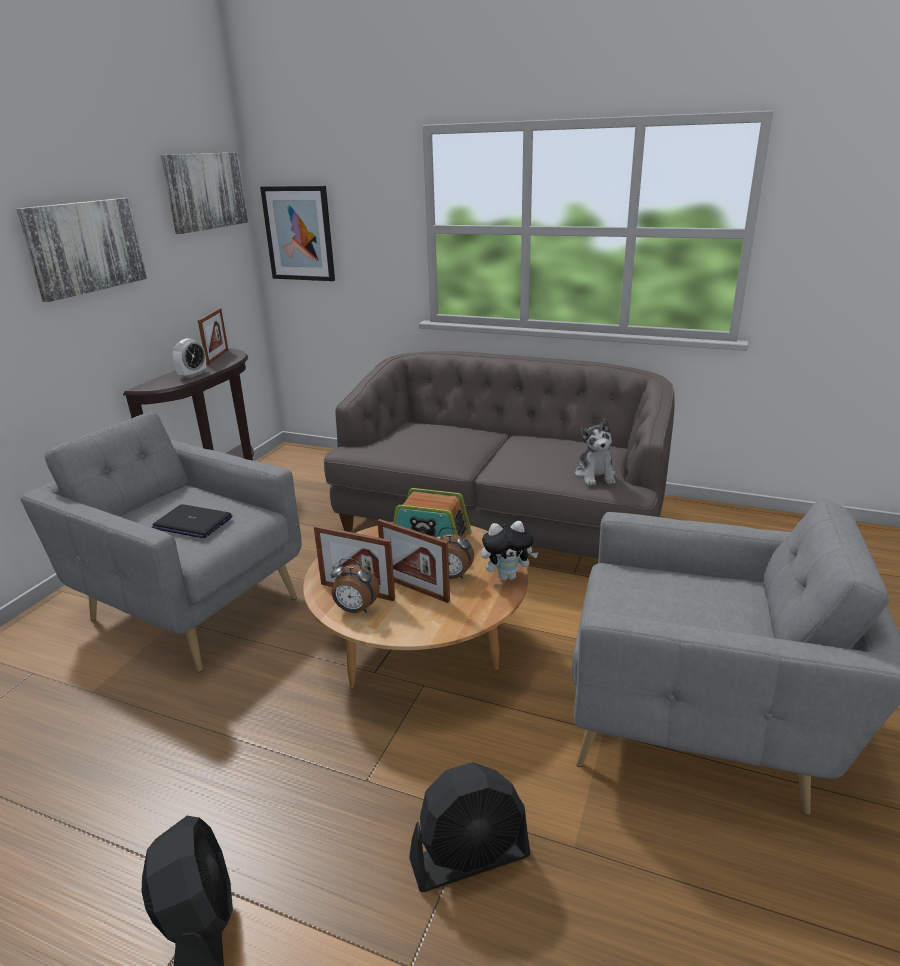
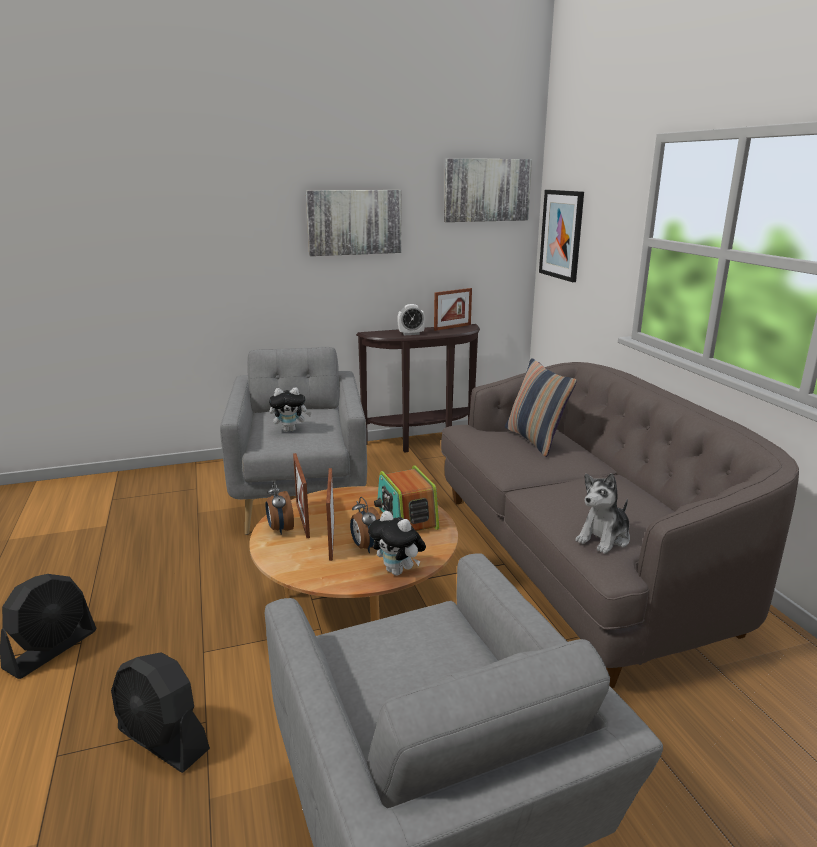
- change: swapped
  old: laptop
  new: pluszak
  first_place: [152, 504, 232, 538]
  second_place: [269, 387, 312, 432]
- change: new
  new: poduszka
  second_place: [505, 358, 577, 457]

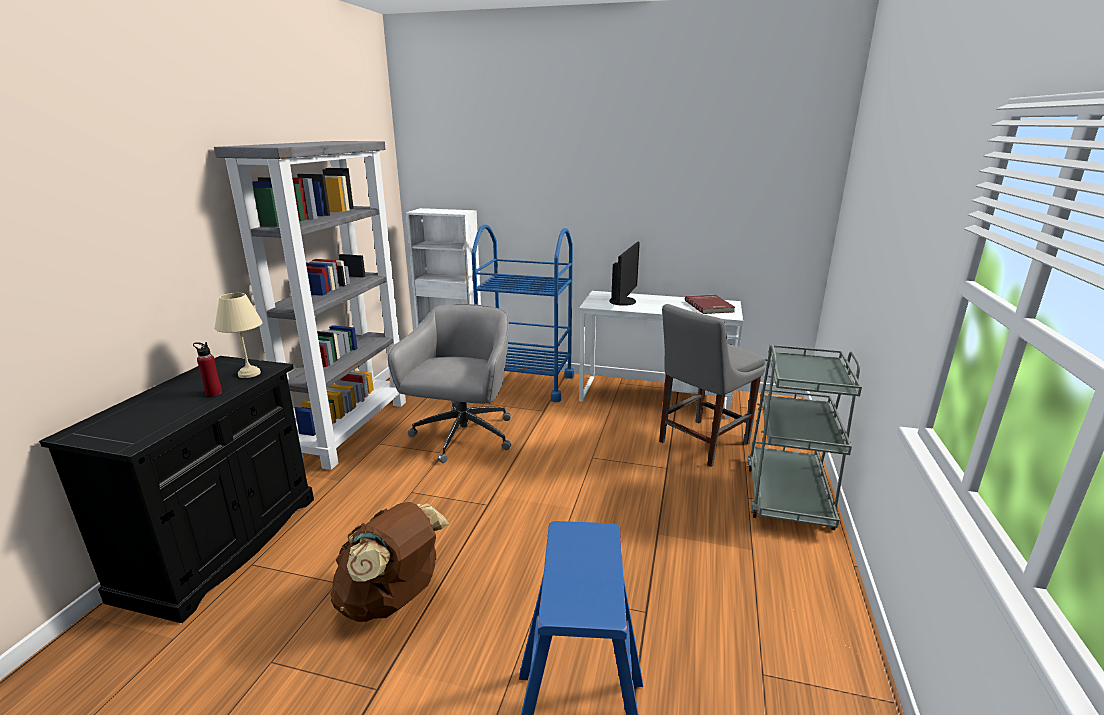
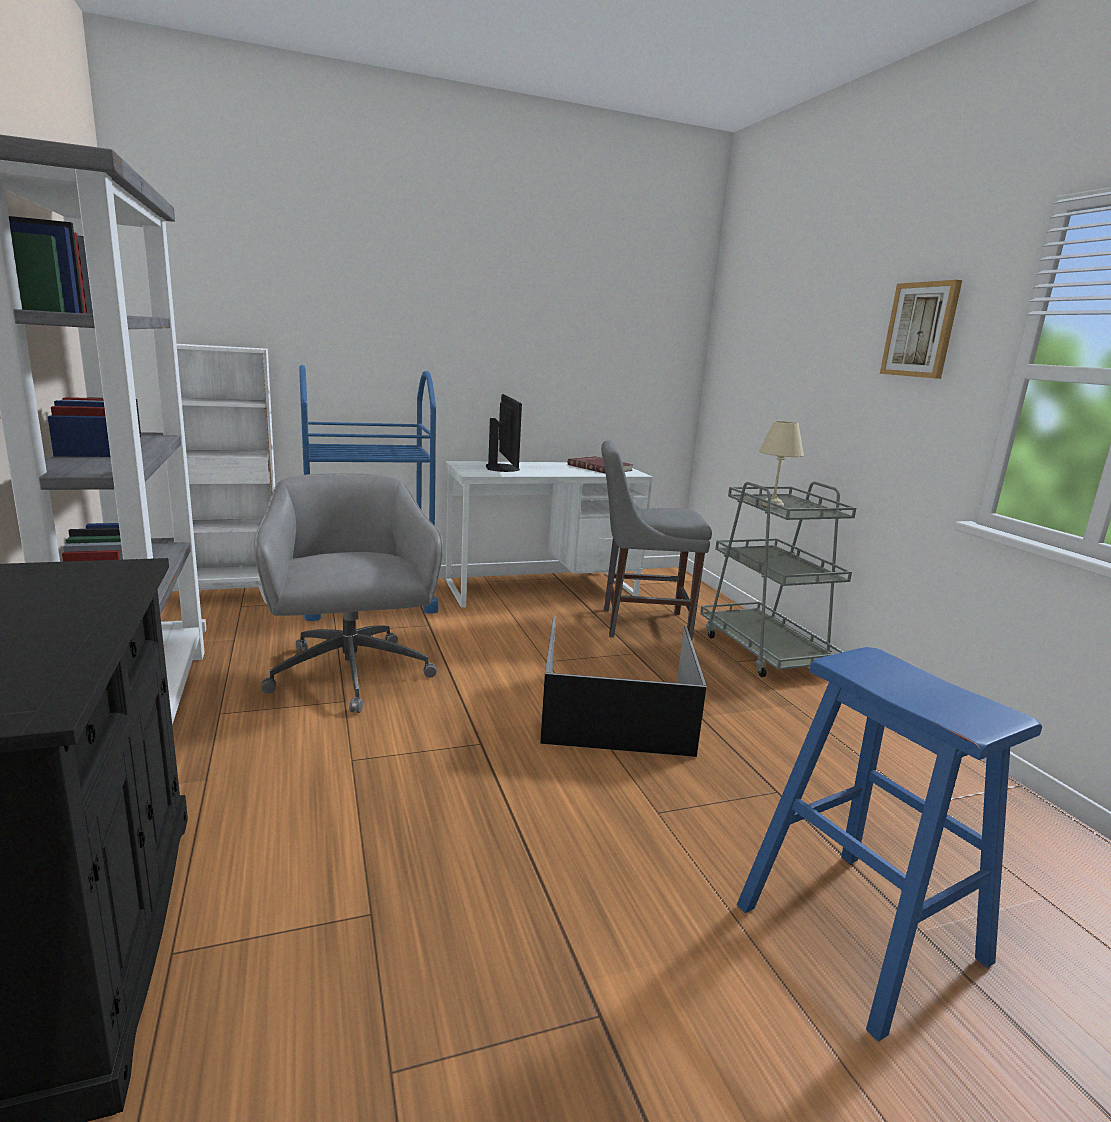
- change: shifted
  old: lampa stołowa/beżowy
  first_place: [215, 293, 262, 378]
  second_place: [759, 421, 804, 508]
- change: rotated
  old: krzesło/szary
  first_place: [659, 304, 765, 467]
  second_place: [601, 440, 712, 640]
  degrees: 75
- change: gone
  old: butelka/czerwony
  first_place: [193, 342, 222, 396]
- change: gone
  old: plecak/brązowy
  first_place: [330, 502, 450, 622]
- change: new
  new: obraz
  second_place: [880, 280, 962, 379]
- change: new
  new: pojemnik do przechowywania/czarny
  second_place: [540, 616, 707, 757]

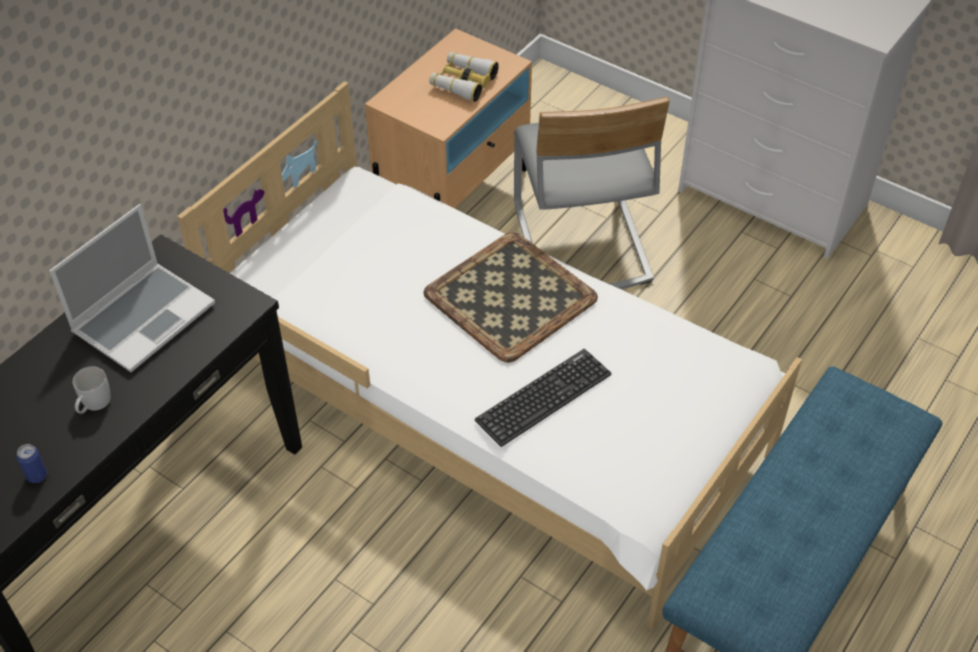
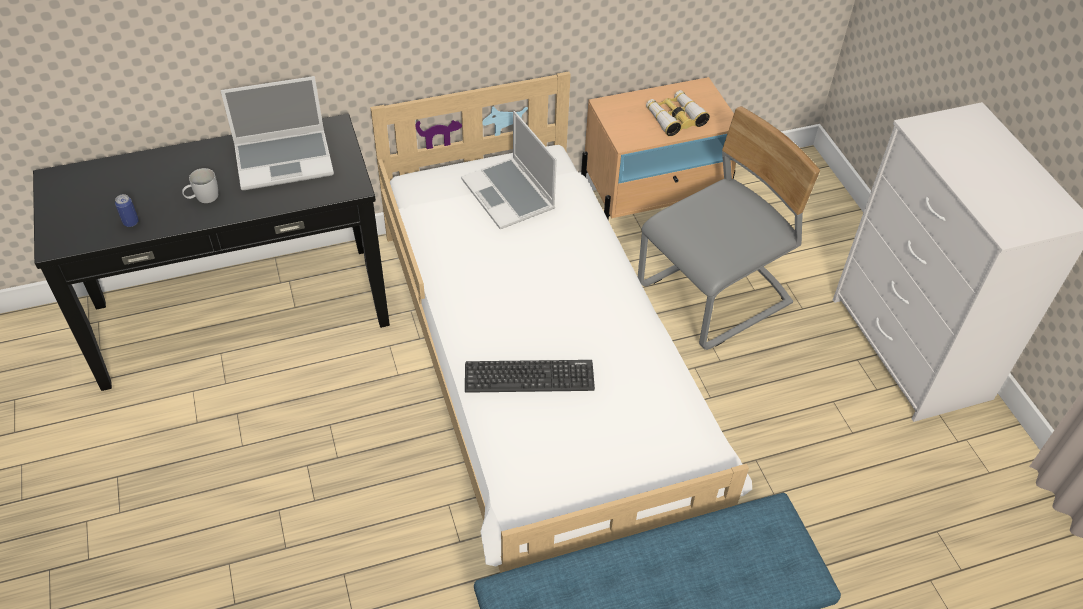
- change: rotated
  old: krzesło/szary
  first_place: [514, 97, 670, 289]
  second_place: [638, 106, 820, 350]
  degrees: -150
- change: gone
  old: taca
  first_place: [423, 232, 598, 363]
- change: new
  new: laptop
  second_place: [461, 111, 557, 229]

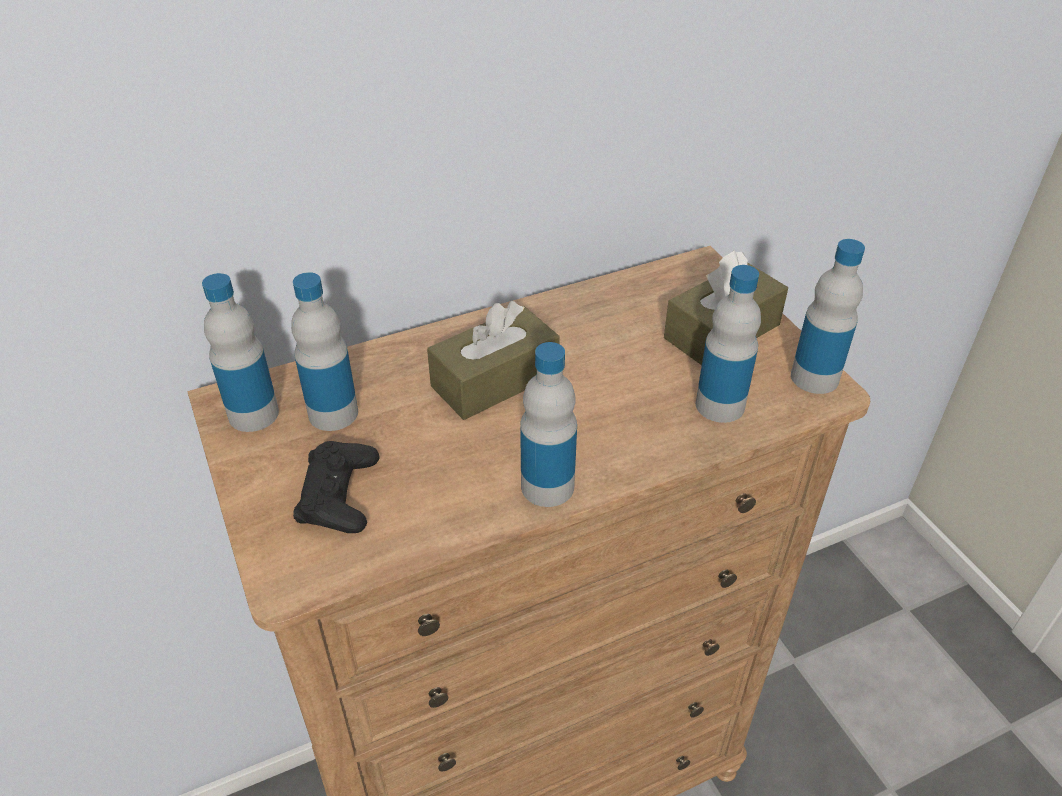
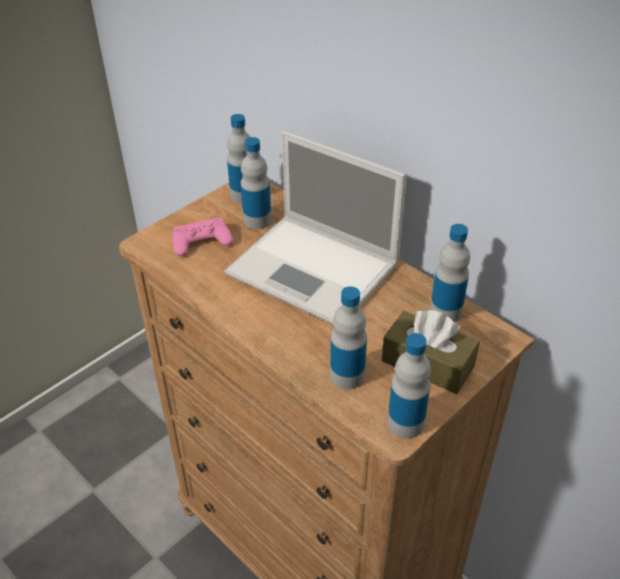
- change: swapped
  old: pudełko chusteczek/brązowy
  new: laptop
  first_place: [427, 301, 560, 420]
  second_place: [224, 131, 407, 325]
- change: shifted
  old: butelka
  first_place: [520, 342, 577, 507]
  second_place: [430, 224, 470, 322]
- change: repainted
  old: pad do gier/czarny
  new: pad do gier/różowy
  first_place: [293, 441, 380, 533]
  second_place: [173, 218, 233, 256]

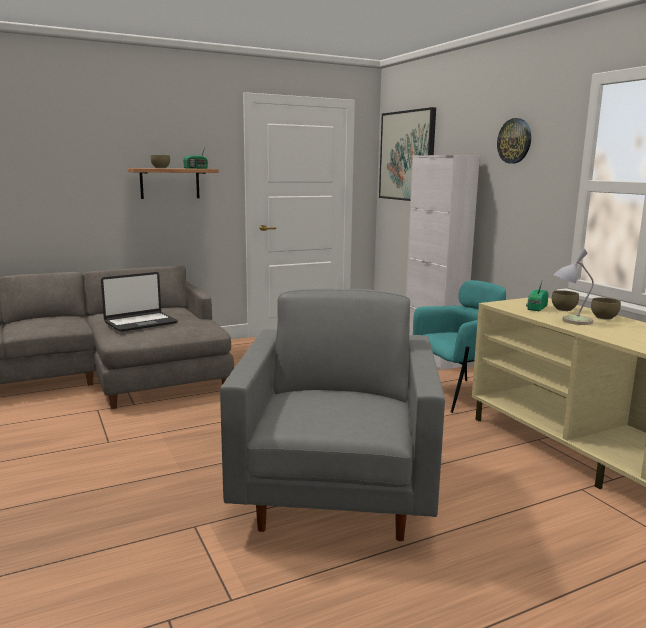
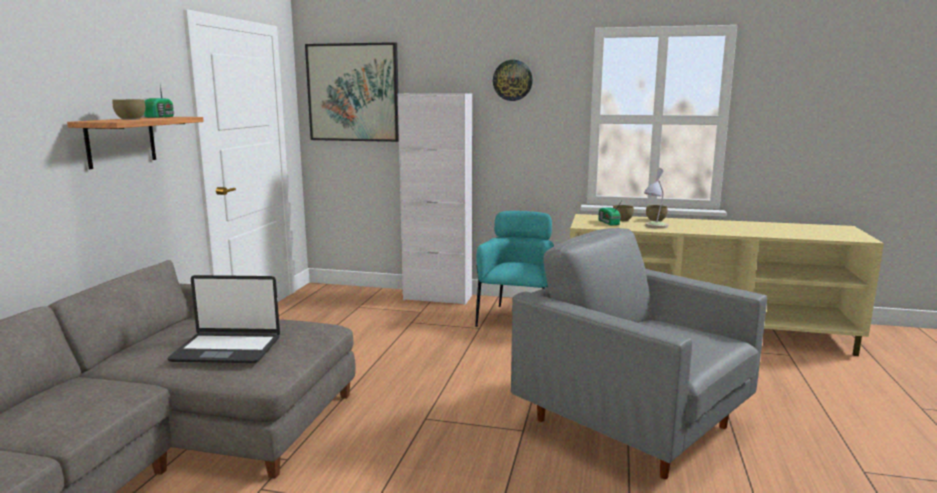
- change: rotated
  old: laptop
  first_place: [101, 272, 178, 332]
  second_place: [168, 275, 280, 363]
  degrees: 90

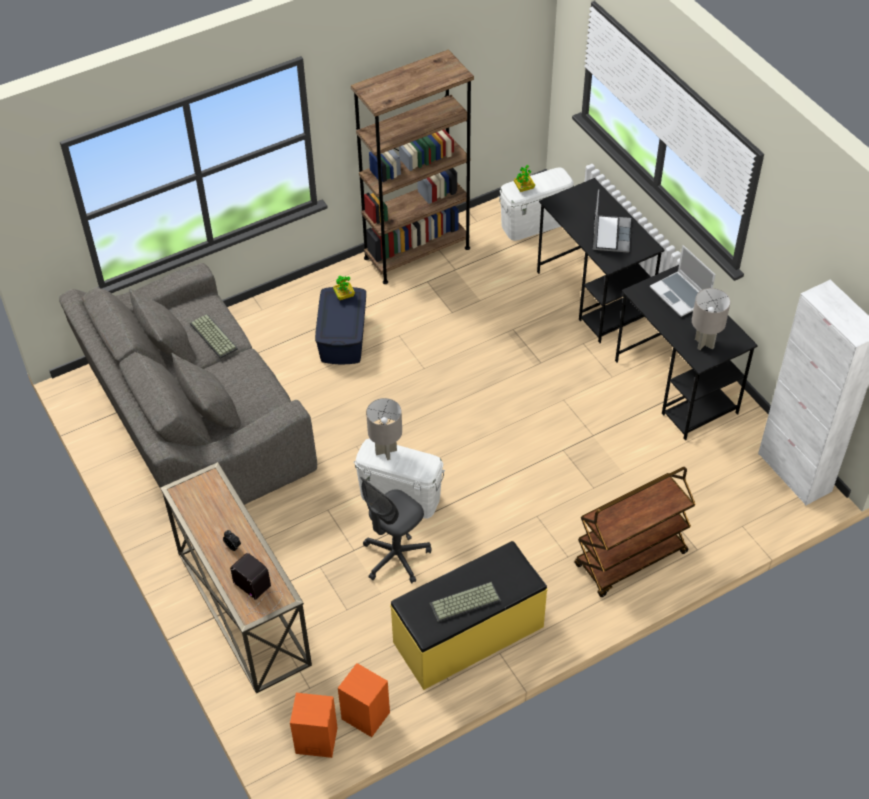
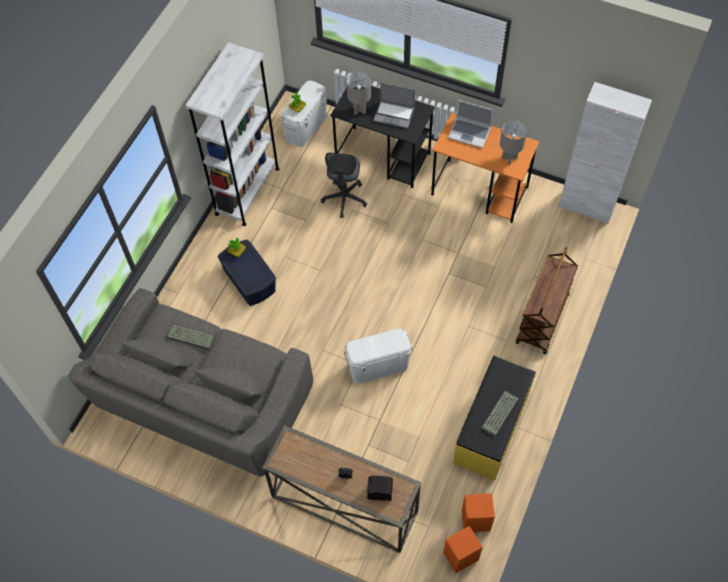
- change: repainted
  old: regał/brązowy
  new: regał/biały
  first_place: [351, 50, 474, 284]
  second_place: [185, 42, 279, 226]
- change: rotated
  old: laptop
  first_place: [593, 189, 631, 253]
  second_place: [373, 83, 415, 129]
  degrees: 135
- change: repainted
  old: biurko/czarny
  new: biurko/pomarańczowy
  first_place: [615, 265, 758, 440]
  second_place: [431, 113, 540, 223]
- change: shifted
  old: lampa stołowa/szary
  first_place: [366, 398, 402, 460]
  second_place: [347, 72, 371, 115]
- change: shifted
  old: krzesło biurowe/szary
  first_place: [360, 477, 431, 583]
  second_place: [321, 153, 367, 218]

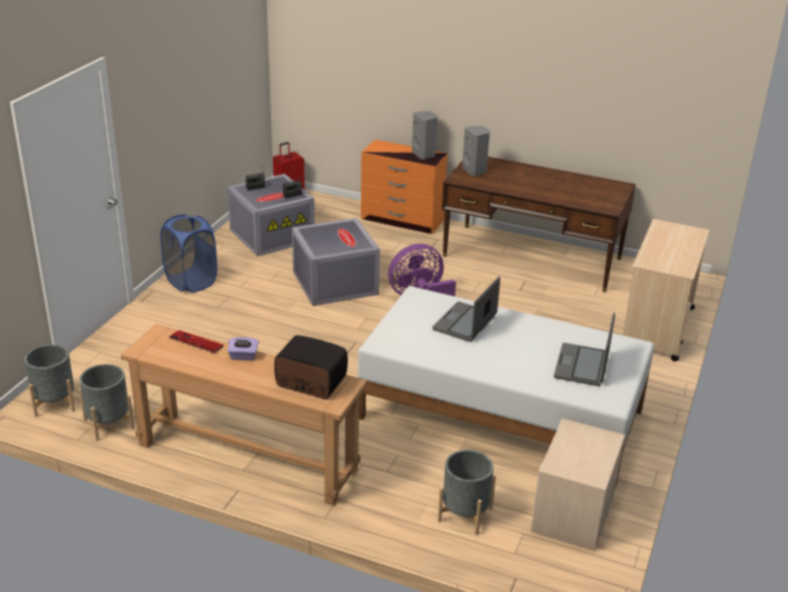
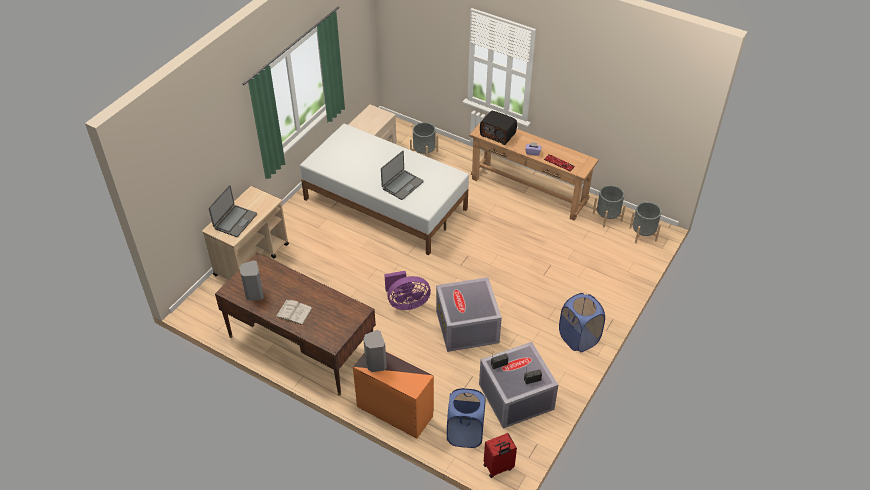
- change: shifted
  old: głośnik/szary
  first_place: [462, 126, 490, 176]
  second_place: [240, 260, 264, 301]
- change: shifted
  old: laptop
  first_place: [554, 313, 615, 386]
  second_place: [209, 185, 257, 237]
- change: new
  new: książka/biały
  second_place: [275, 300, 313, 325]
- change: new
  new: kosz na pranie/niebieski
  second_place: [447, 388, 486, 448]

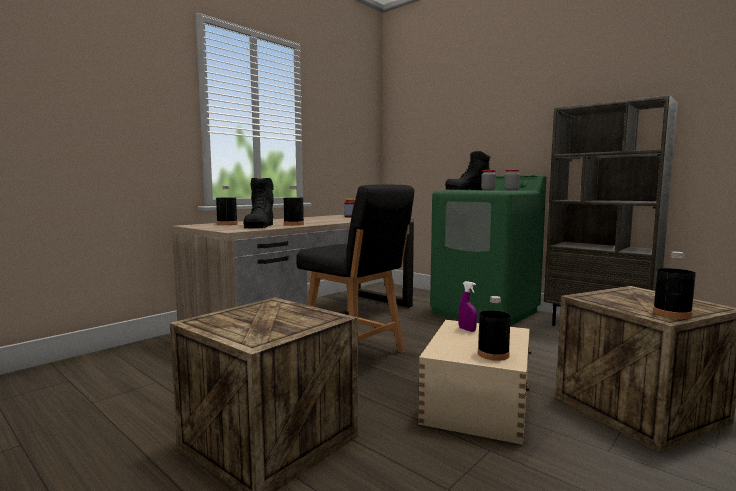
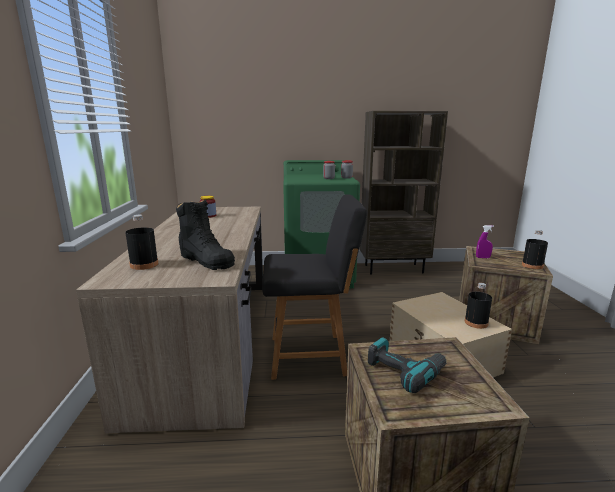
- change: gone
  old: but z cholewką/czarny
  first_place: [445, 151, 491, 190]
- change: gone
  old: butelka/czarny
  first_place: [284, 186, 304, 226]
- change: shifted
  old: spryskiwacz/fioletowy
  first_place: [458, 281, 477, 332]
  second_place: [476, 225, 494, 258]
- change: new
  new: wiertarka
  second_place: [368, 337, 447, 393]

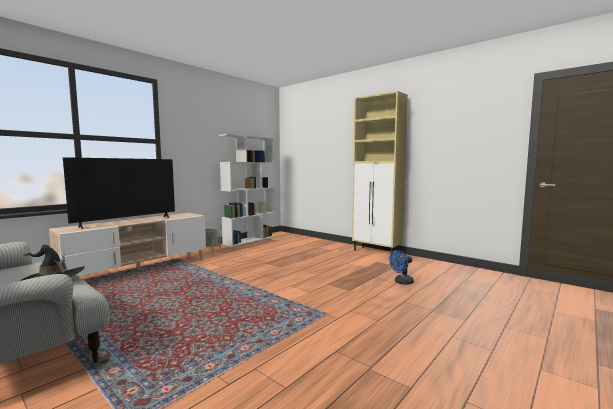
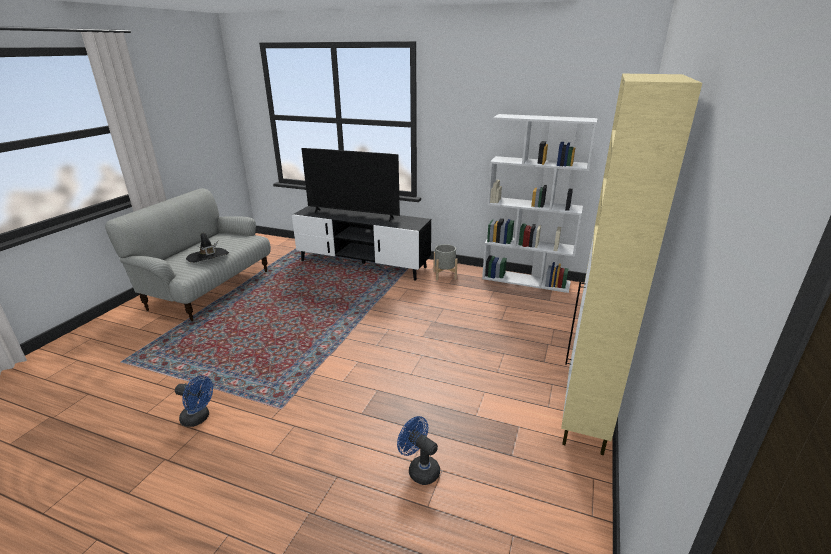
- change: repainted
  old: szafka pod telewizor/beżowy
  new: szafka pod telewizor/czarny
  first_place: [49, 213, 206, 276]
  second_place: [292, 206, 431, 281]
- change: new
  new: wentylator/niebieski
  second_place: [175, 375, 213, 427]

